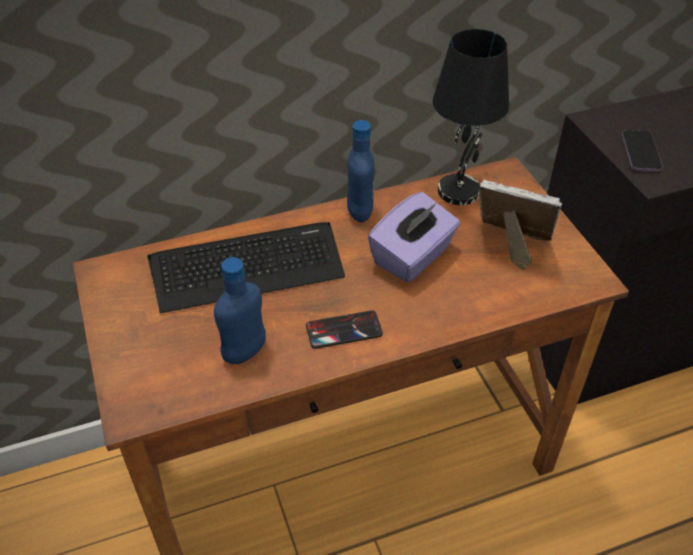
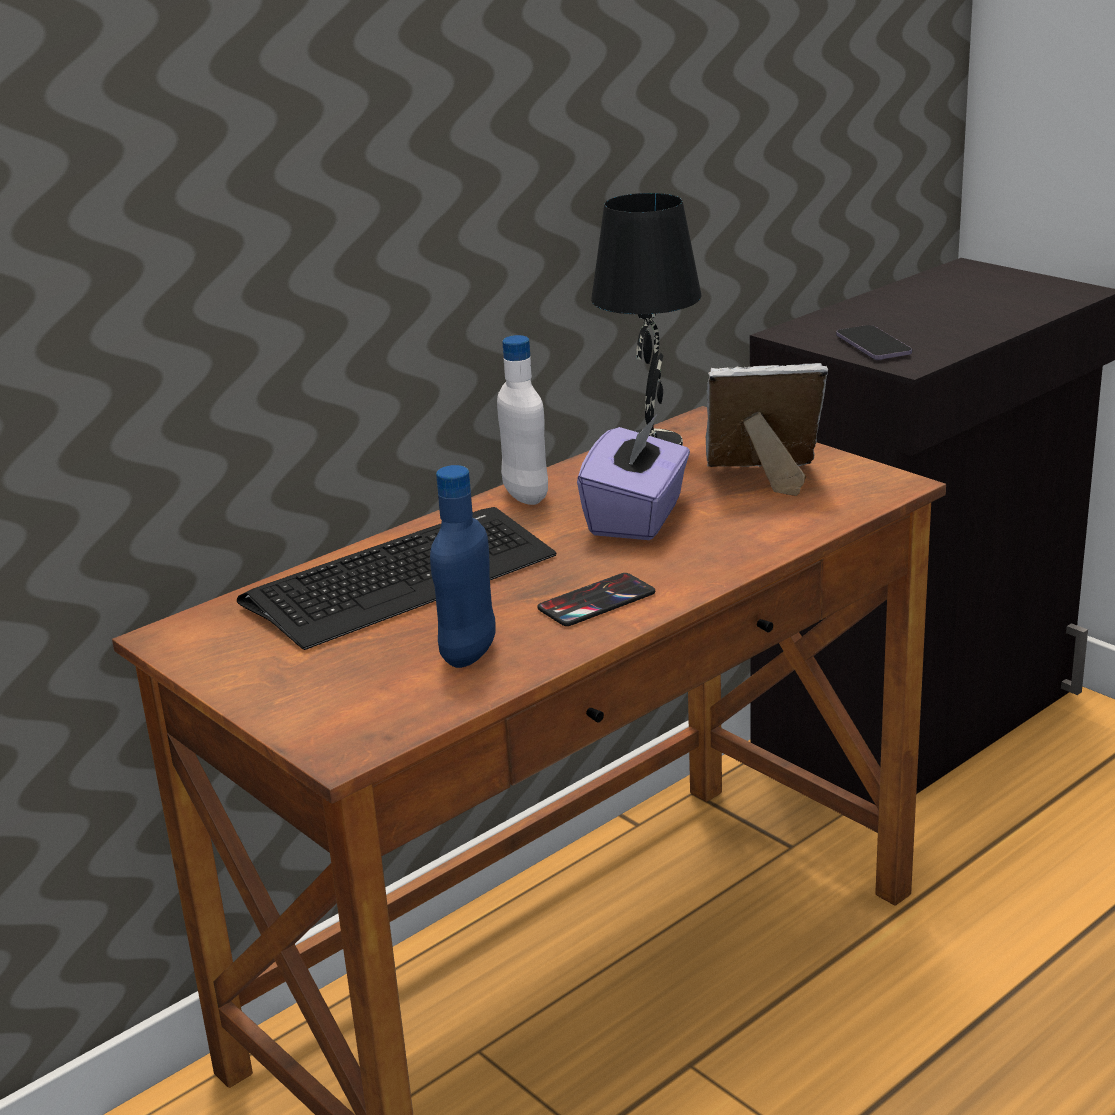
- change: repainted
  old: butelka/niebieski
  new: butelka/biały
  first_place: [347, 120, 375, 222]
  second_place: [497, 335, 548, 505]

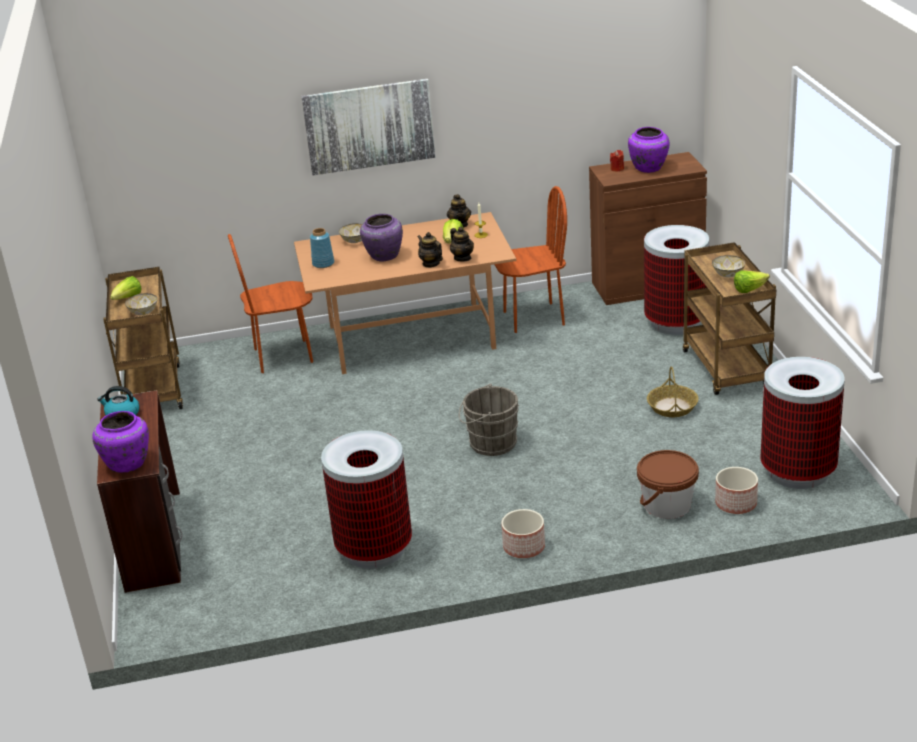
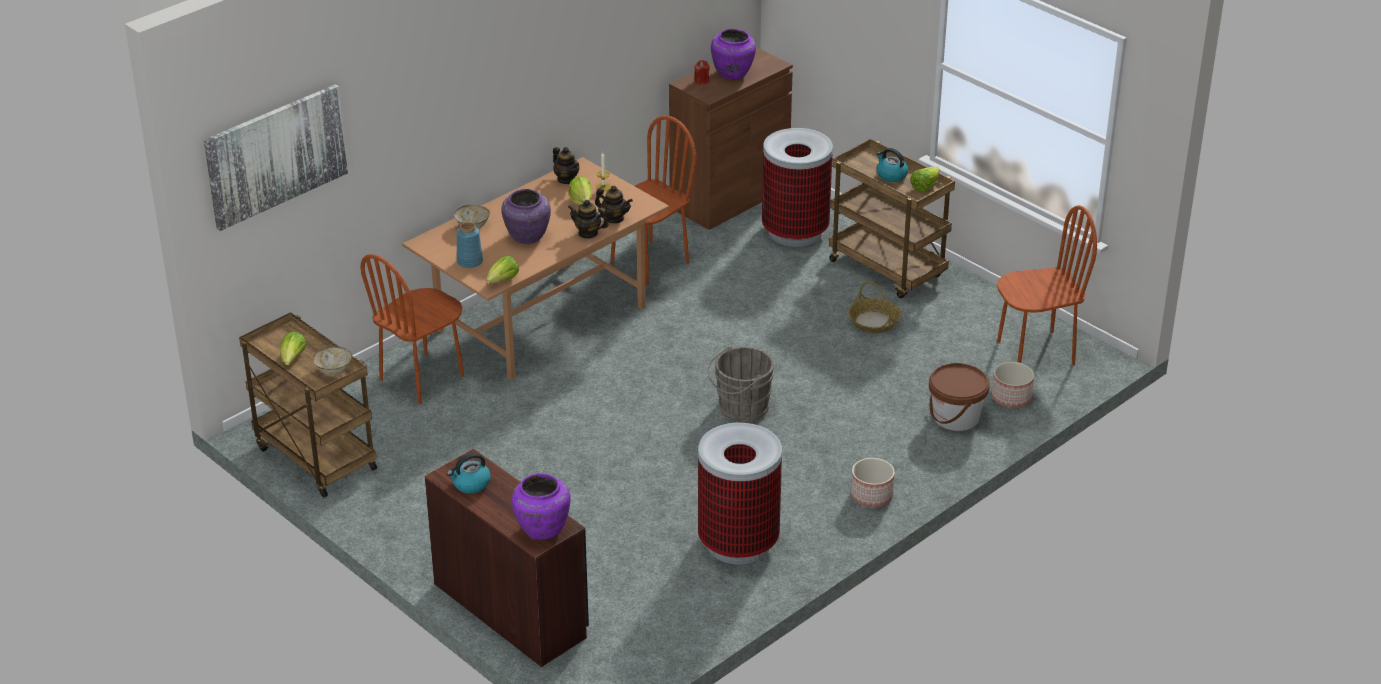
- change: shifted
  old: obraz
  first_place: [301, 79, 435, 175]
  second_place: [204, 84, 348, 231]
- change: swapped
  old: miska
  new: czajnik
  first_place: [712, 255, 745, 278]
  second_place: [876, 148, 908, 182]
- change: swapped
  old: kosz na śmieci
  new: krzesło/brązowy
  first_place: [760, 357, 845, 489]
  second_place: [997, 205, 1097, 365]
- change: new
  new: sałata
  second_place: [486, 256, 519, 284]

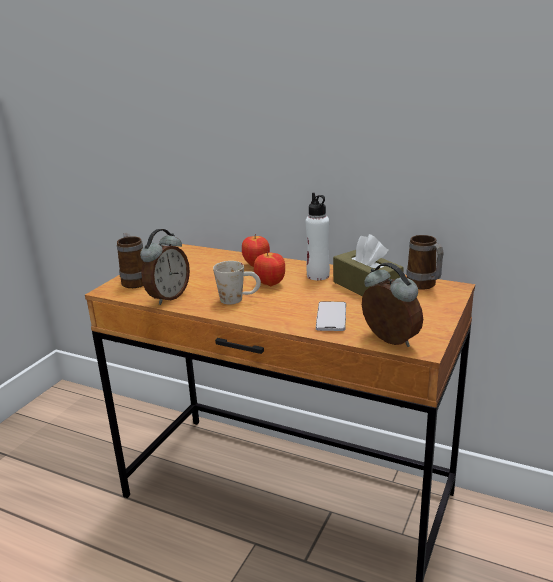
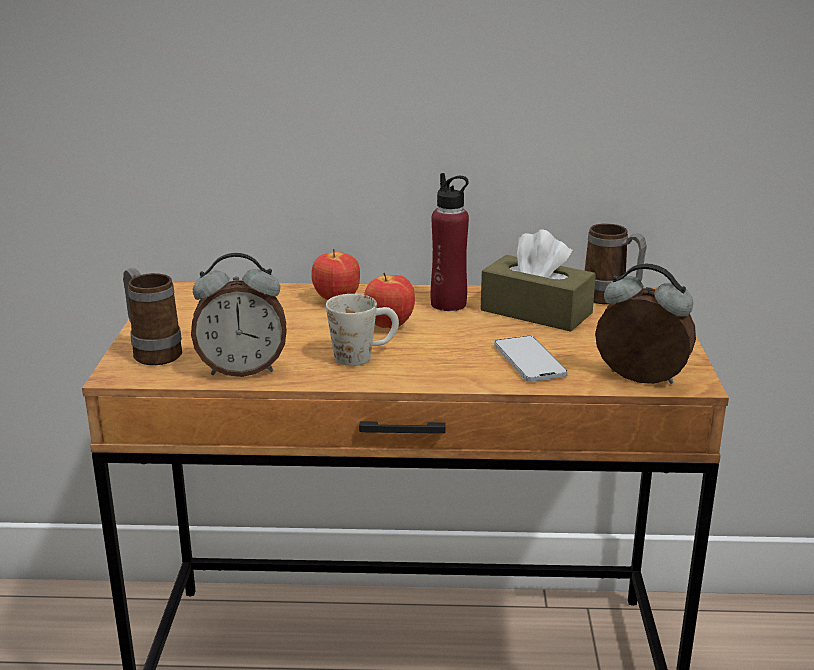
- change: repainted
  old: butelka/biały
  new: butelka/czerwony
  first_place: [306, 193, 330, 280]
  second_place: [430, 173, 469, 311]
- change: rotated
  old: budzik
  first_place: [140, 229, 190, 305]
  second_place: [191, 253, 287, 377]
  degrees: 75

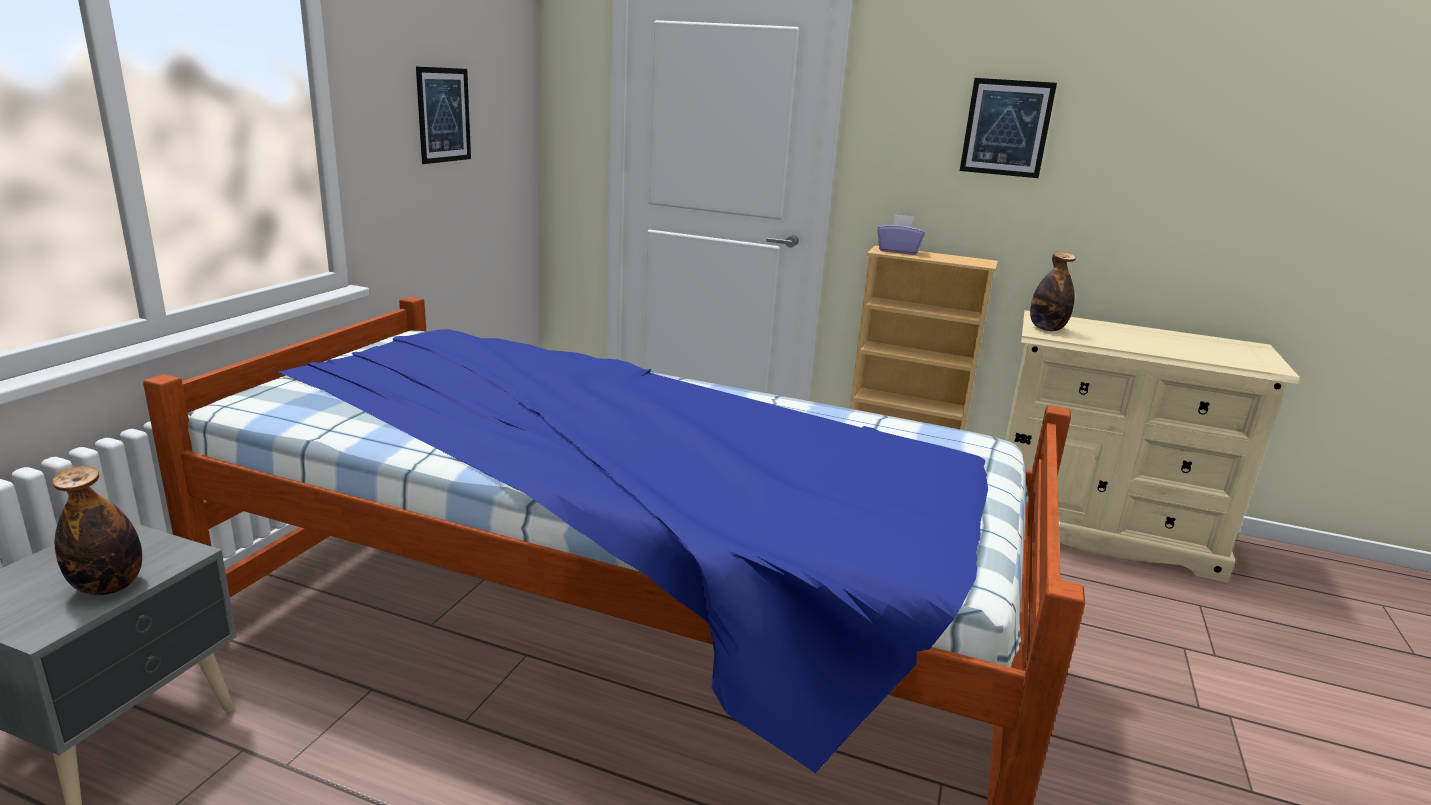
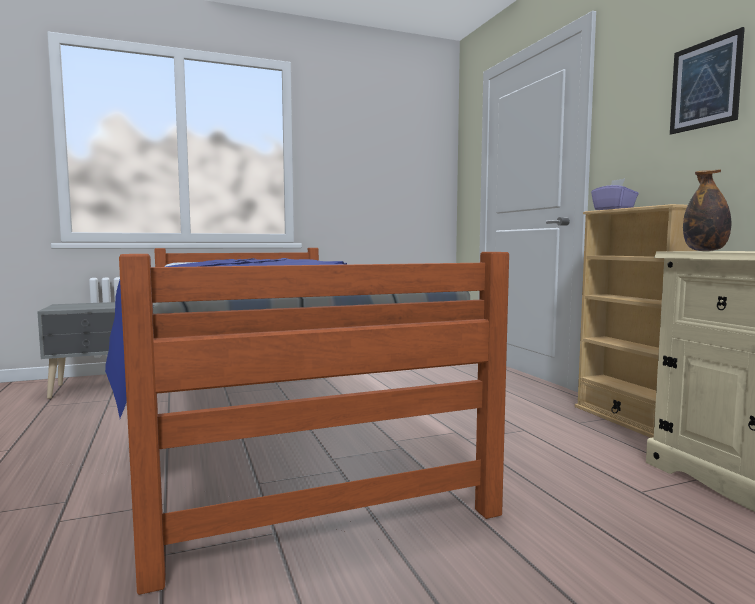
- change: gone
  old: obraz
  first_place: [416, 66, 471, 164]
- change: gone
  old: butelka
  first_place: [52, 466, 142, 595]

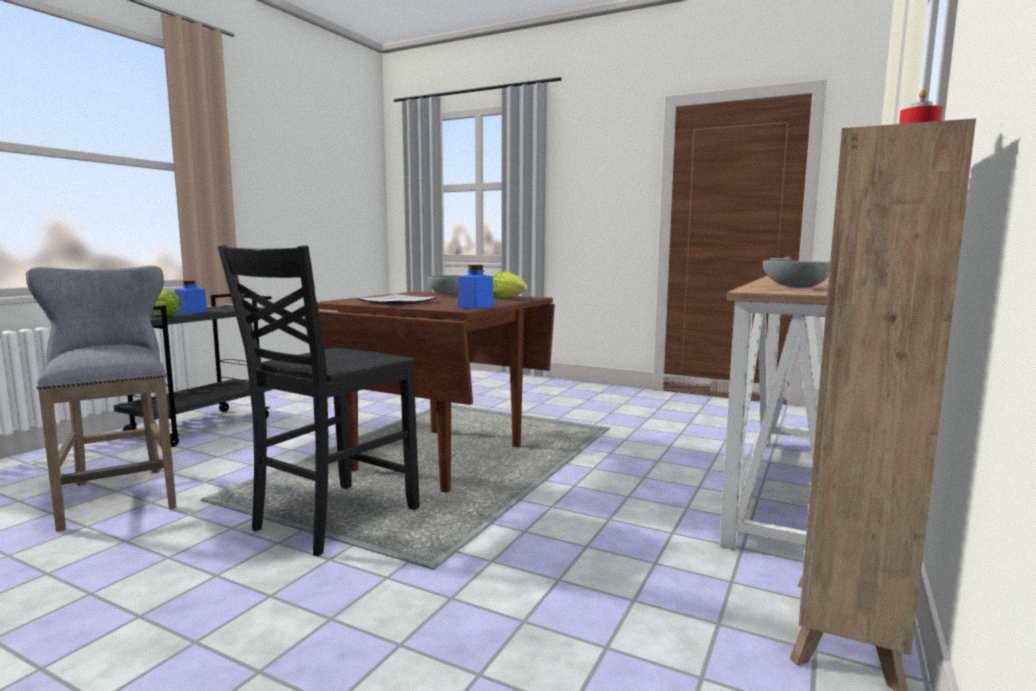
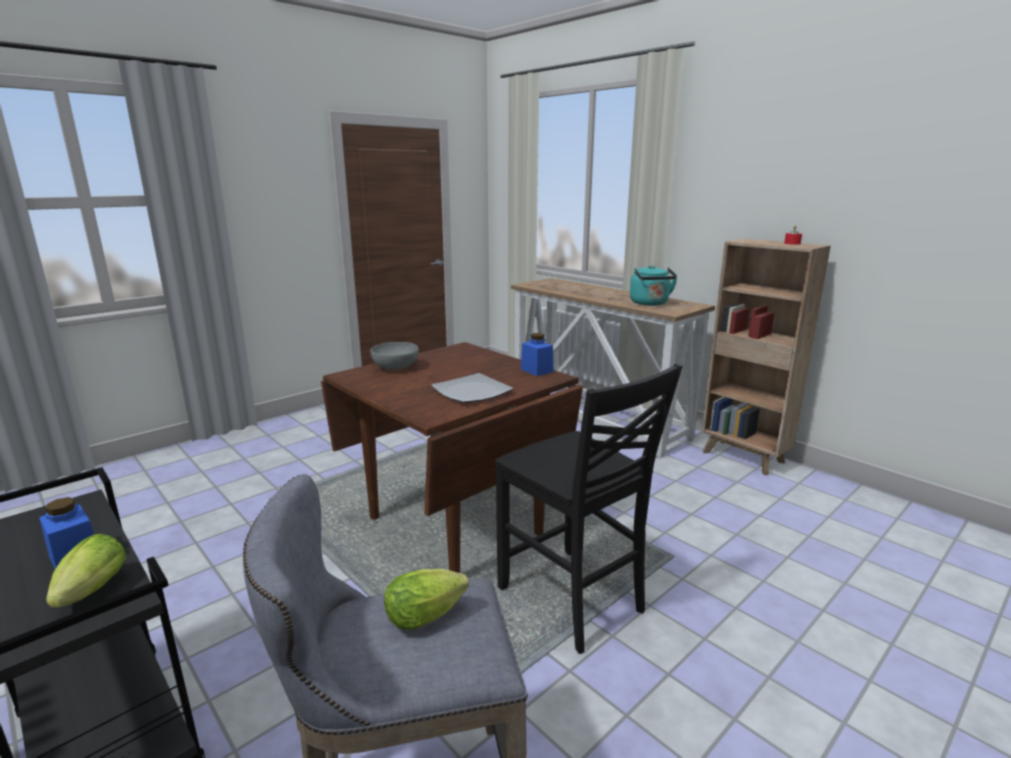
- change: swapped
  old: miska/szary
  new: czajnik/turkusowy
  first_place: [763, 260, 830, 288]
  second_place: [630, 265, 678, 305]
- change: shifted
  old: sałata
  first_place: [493, 271, 528, 299]
  second_place: [384, 569, 469, 630]

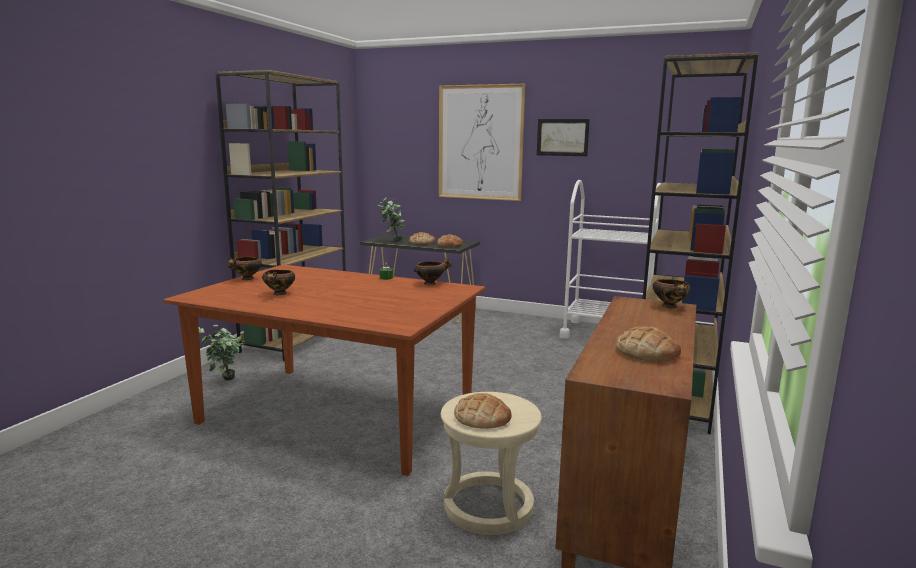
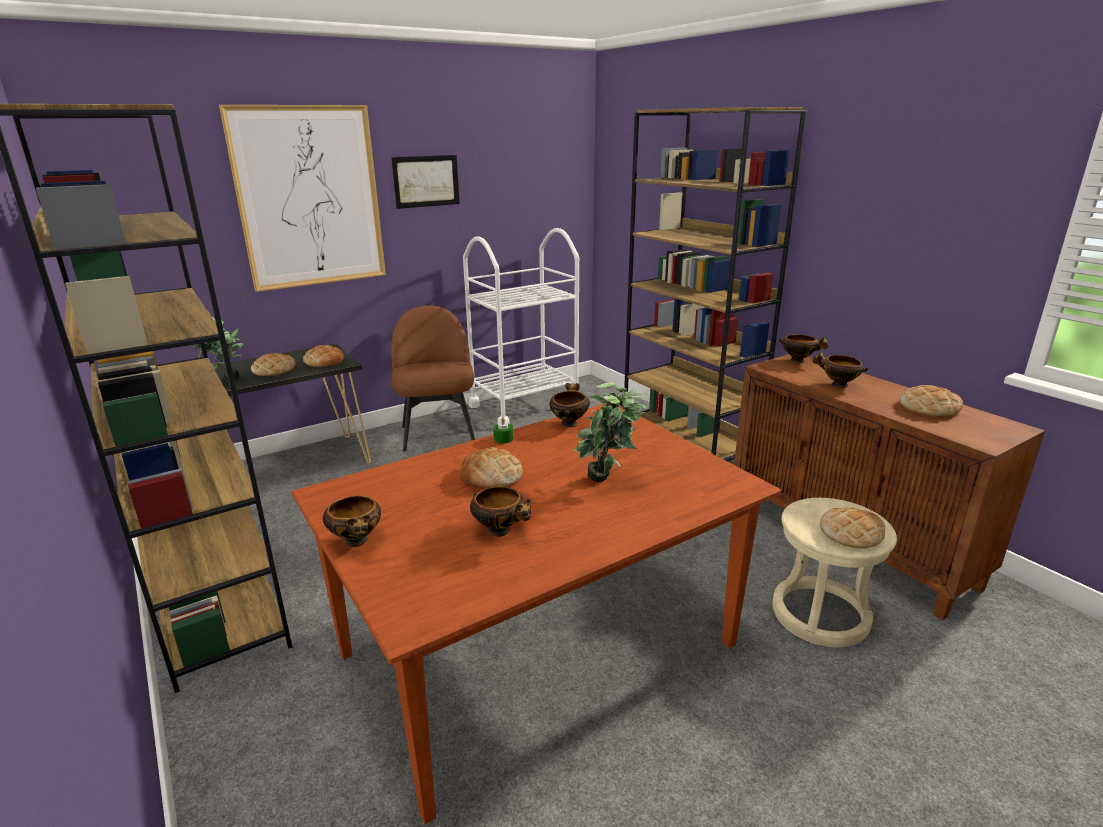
- change: shifted
  old: roślina doniczkowa
  first_place: [199, 325, 244, 381]
  second_place: [574, 382, 648, 482]
- change: new
  new: krzesło/brązowy
  second_place: [391, 305, 475, 451]
- change: new
  new: miska
  second_place: [812, 351, 868, 388]
- change: new
  new: chleb
  second_place: [460, 447, 523, 489]

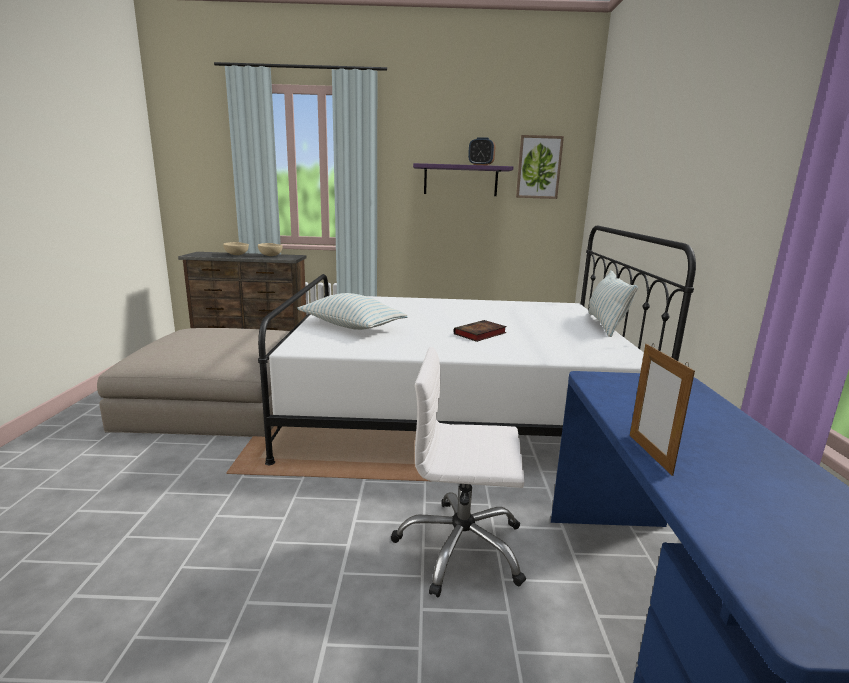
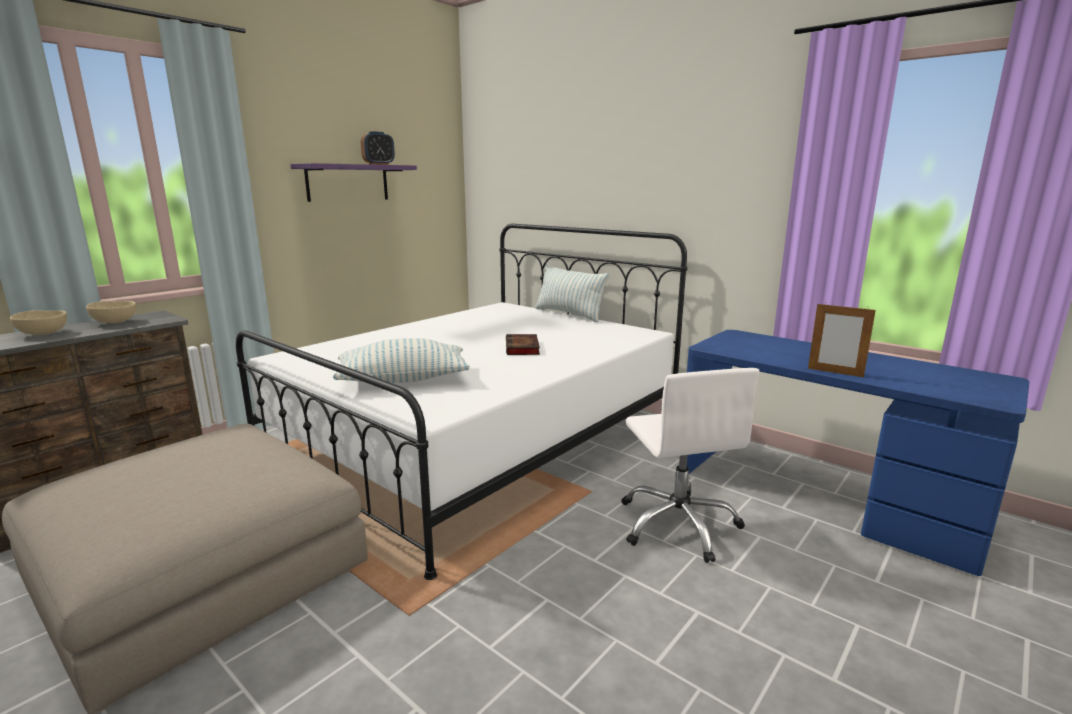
- change: gone
  old: obraz
  first_place: [516, 135, 564, 199]
- change: rotated
  old: krzesło biurowe/biały
  first_place: [391, 347, 526, 597]
  second_place: [621, 368, 759, 563]
  degrees: -60

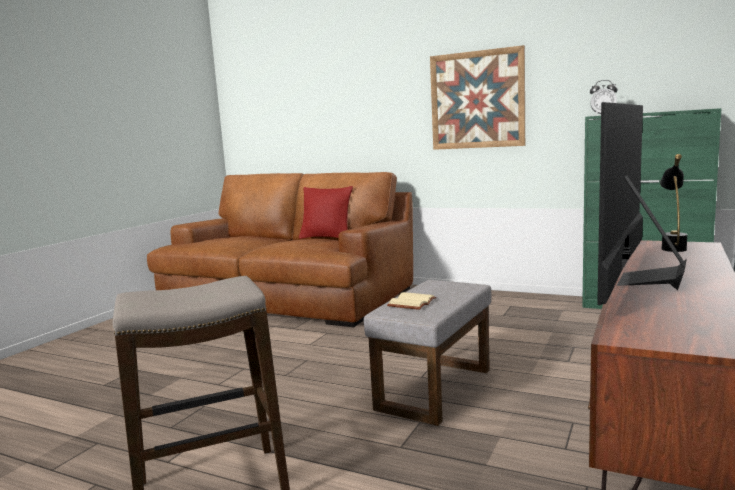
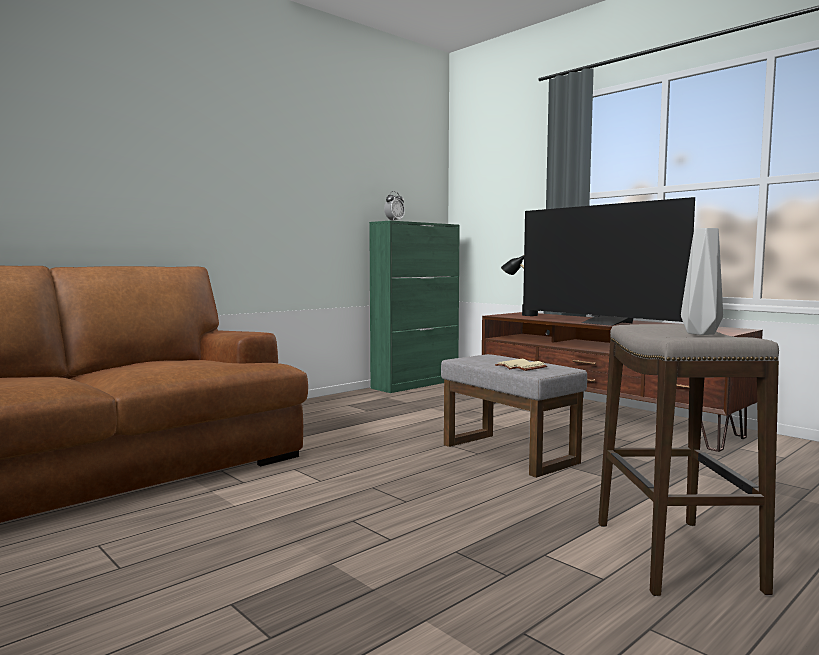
- change: gone
  old: obraz
  first_place: [430, 45, 525, 150]
- change: gone
  old: poduszka/czerwony
  first_place: [299, 186, 353, 239]
- change: new
  new: wazon/szary
  second_place: [681, 228, 723, 335]

